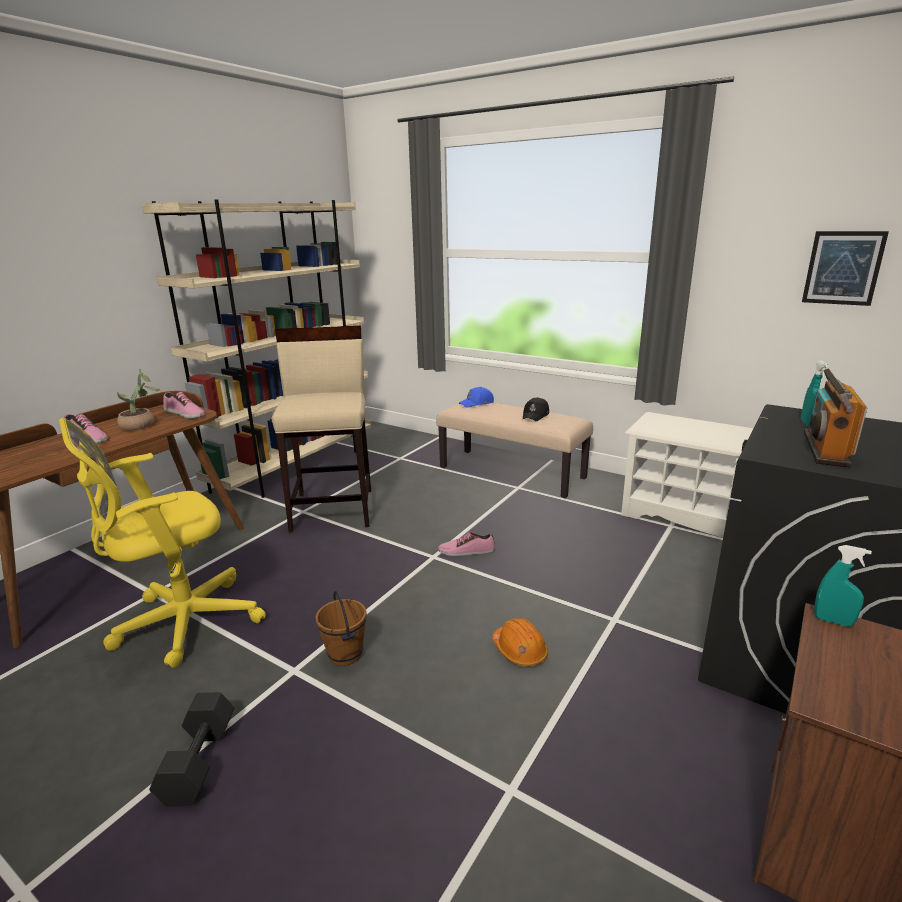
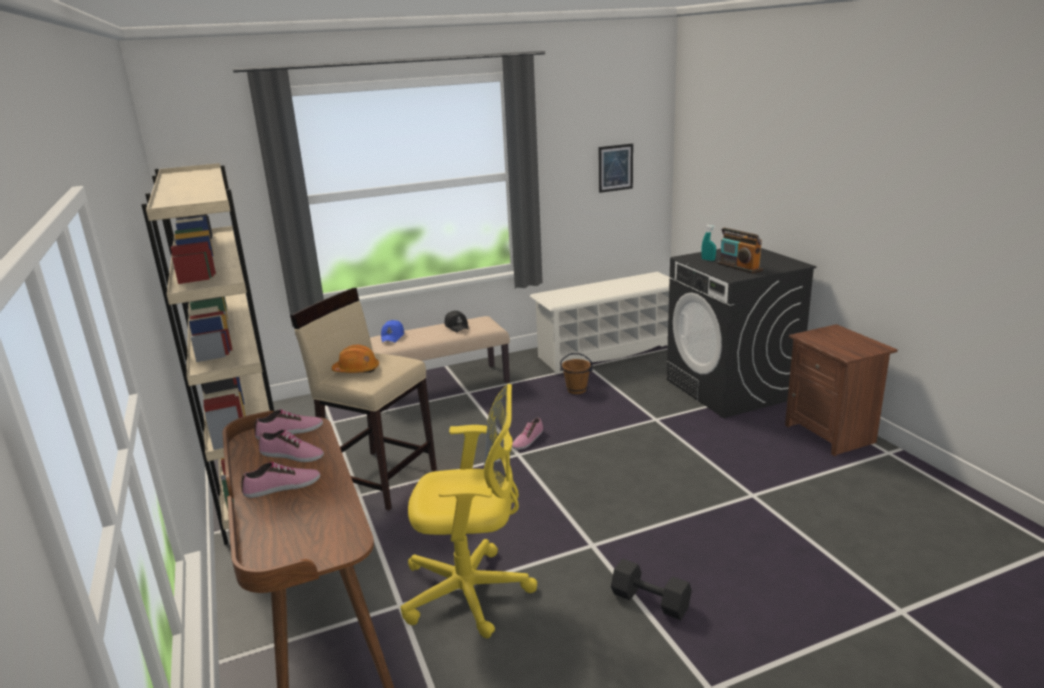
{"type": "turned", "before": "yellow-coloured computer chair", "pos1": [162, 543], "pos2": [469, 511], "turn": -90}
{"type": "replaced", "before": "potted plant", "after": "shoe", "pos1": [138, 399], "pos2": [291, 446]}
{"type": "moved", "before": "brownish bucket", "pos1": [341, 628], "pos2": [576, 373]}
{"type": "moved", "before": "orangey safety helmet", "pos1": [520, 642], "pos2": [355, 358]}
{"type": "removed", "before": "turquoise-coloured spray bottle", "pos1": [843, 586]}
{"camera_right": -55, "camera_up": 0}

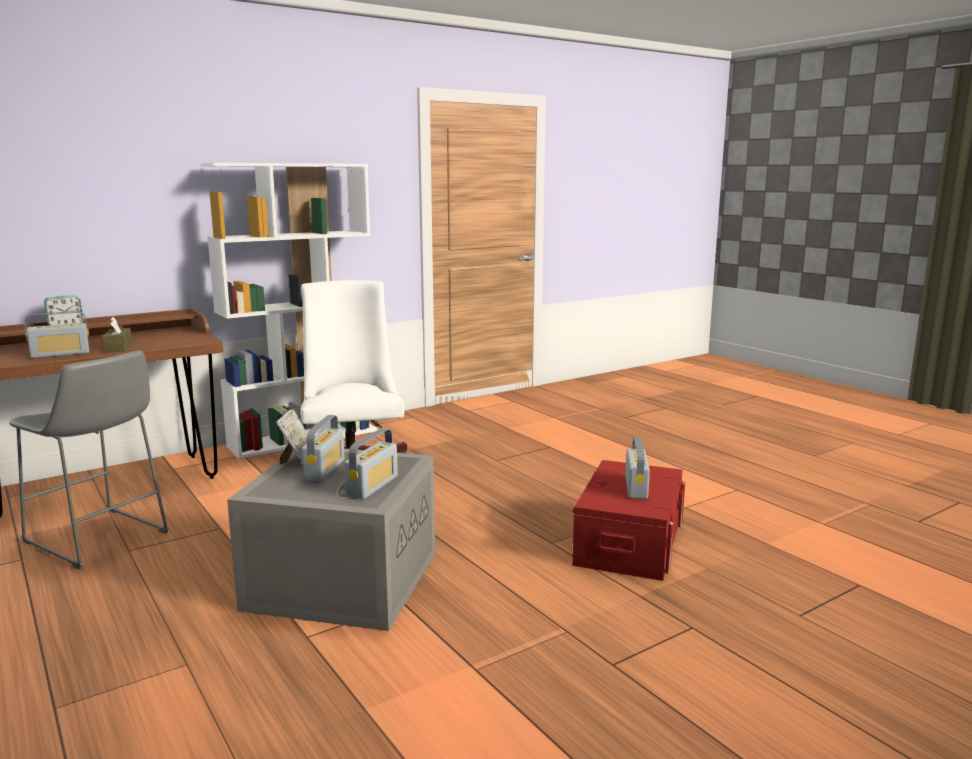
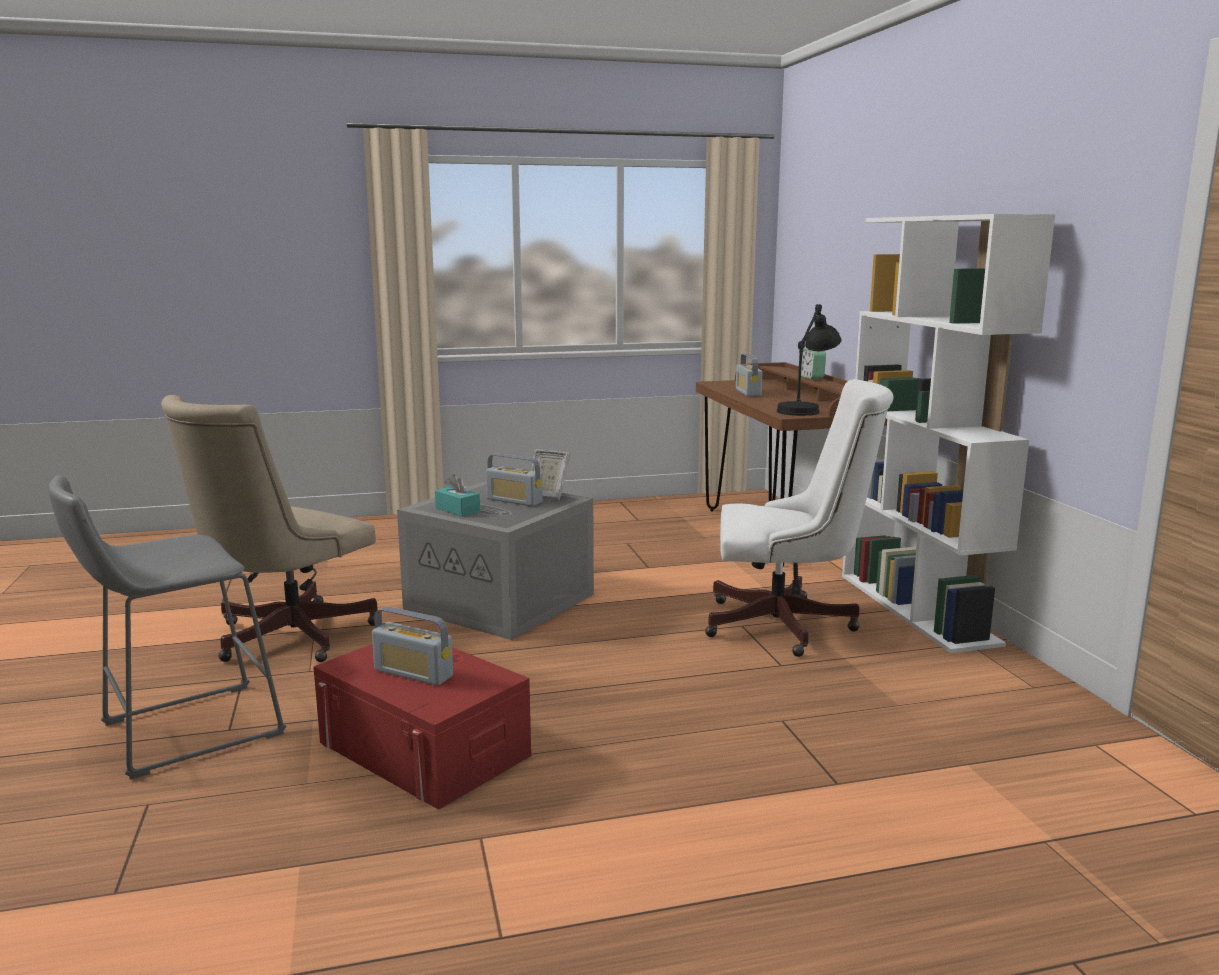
{"type": "moved", "before": "greyish stool", "pos1": [89, 460], "pos2": [167, 627]}
{"type": "removed", "before": "brownish box of tissues", "pos1": [117, 334]}
{"type": "replaced", "before": "radio receiver", "after": "turquoise-coloured box of tissues", "pos1": [371, 463], "pos2": [457, 495]}
{"type": "added", "after": "sand-coloured computer chair", "pos2": [269, 528]}
{"type": "added", "after": "black tabletop lamp", "pos2": [809, 360]}
{"camera_right": 110, "camera_up": 0}

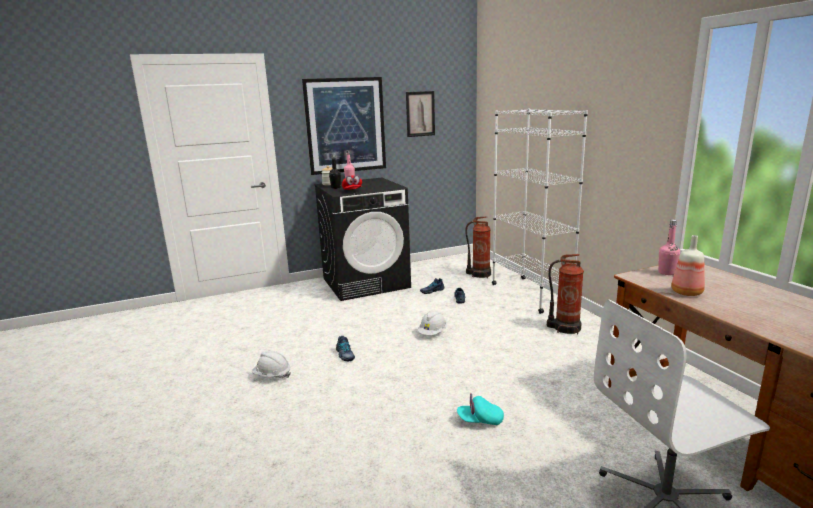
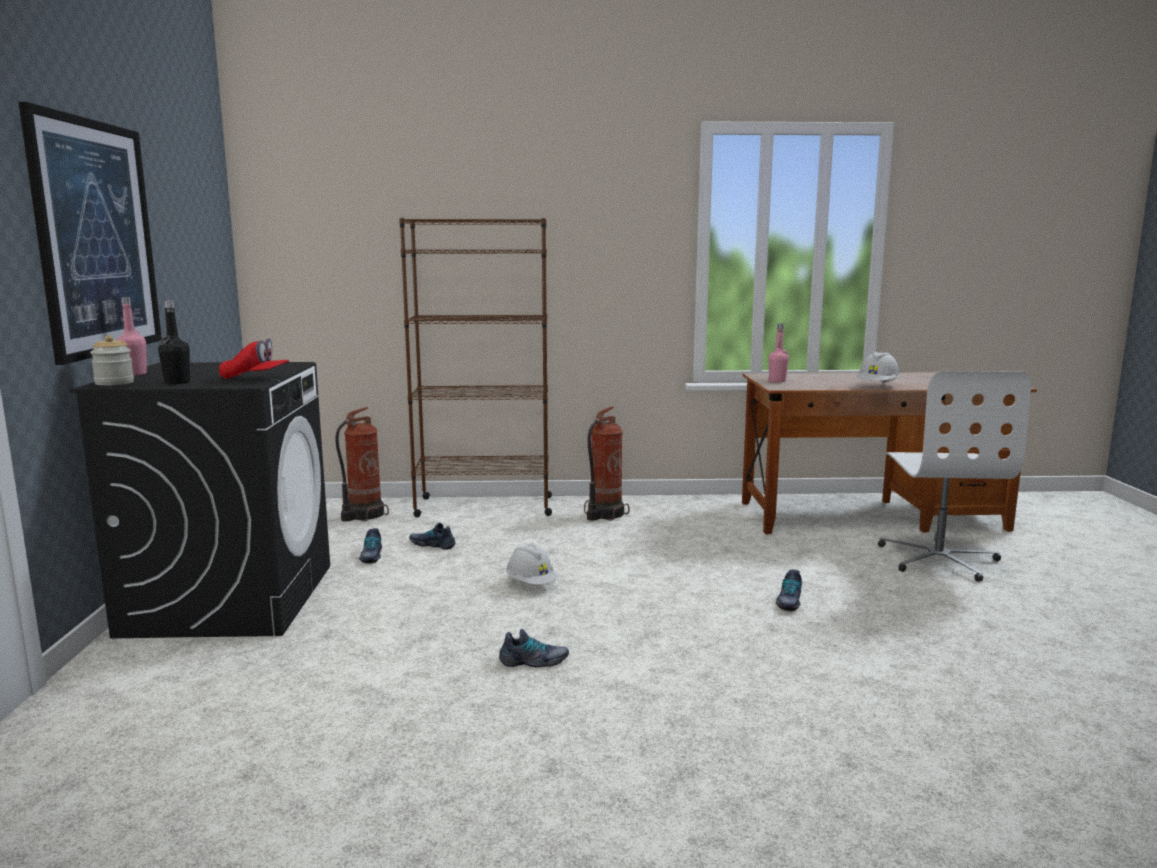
{"type": "moved", "before": "white safety helmet", "pos1": [271, 364], "pos2": [878, 368]}
{"type": "removed", "before": "wall picture", "pos1": [420, 114]}
{"type": "replaced", "before": "turquoise-coloured cap", "after": "shoe", "pos1": [480, 409], "pos2": [789, 590]}
{"type": "recoloured", "before": "white bookshelf", "after": "brownish bookshelf", "pos1": [540, 211], "pos2": [475, 367]}
{"type": "removed", "before": "beverage bottle", "pos1": [688, 265]}
{"camera_right": -70, "camera_up": -5}

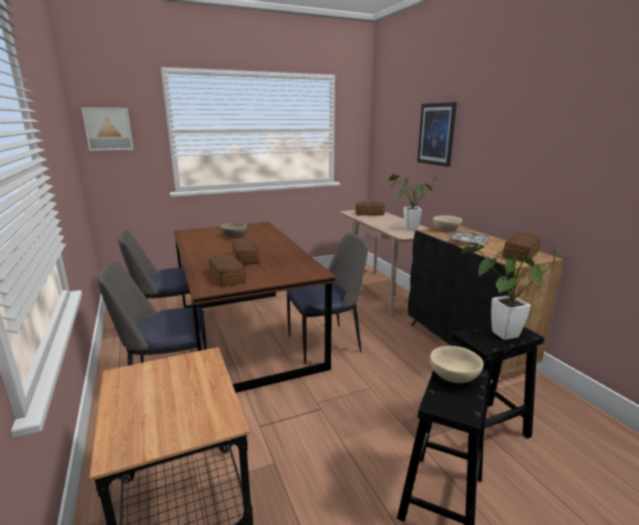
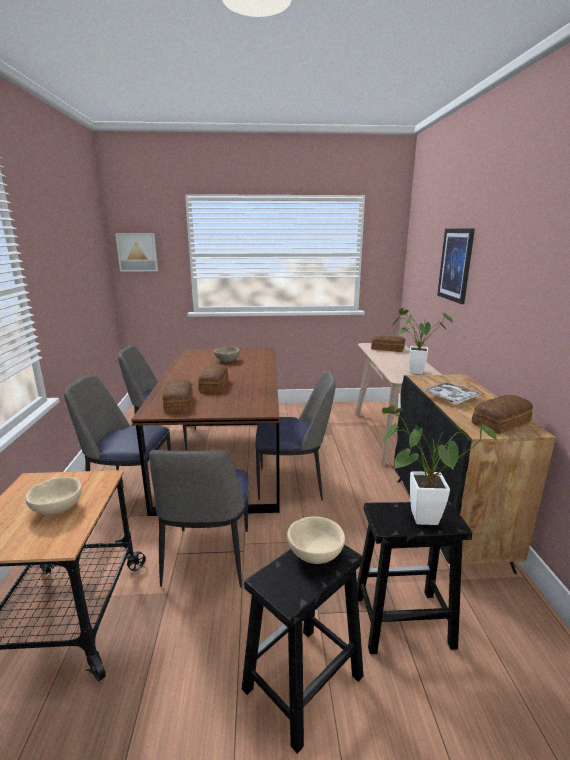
{"type": "moved", "before": "sand-coloured deep dish", "pos1": [447, 223], "pos2": [53, 496]}
{"type": "added", "after": "plain chair", "pos2": [199, 518]}
{"camera_right": 20, "camera_up": 0}

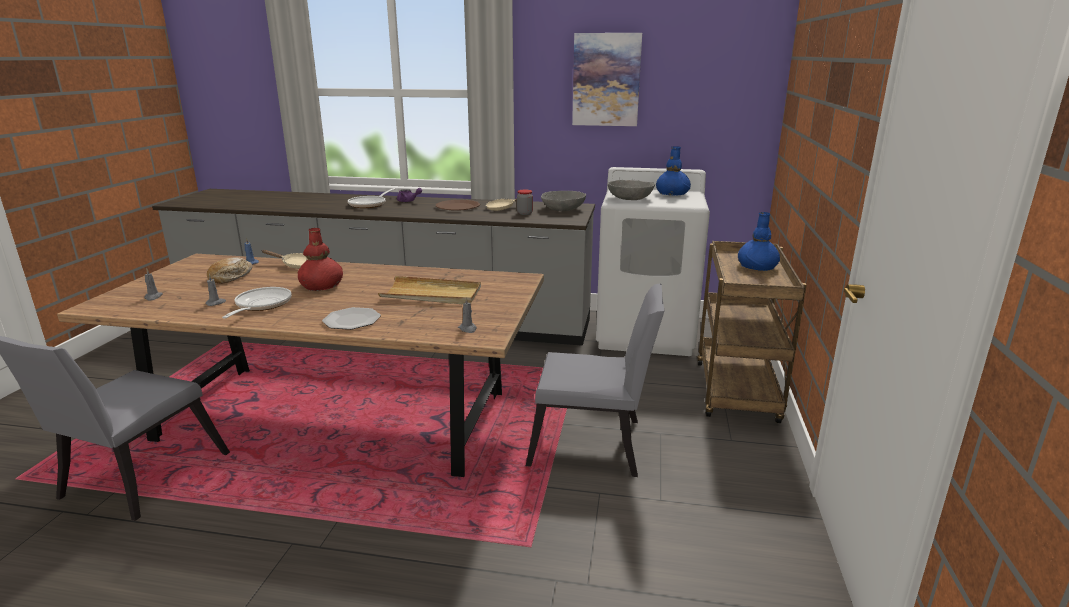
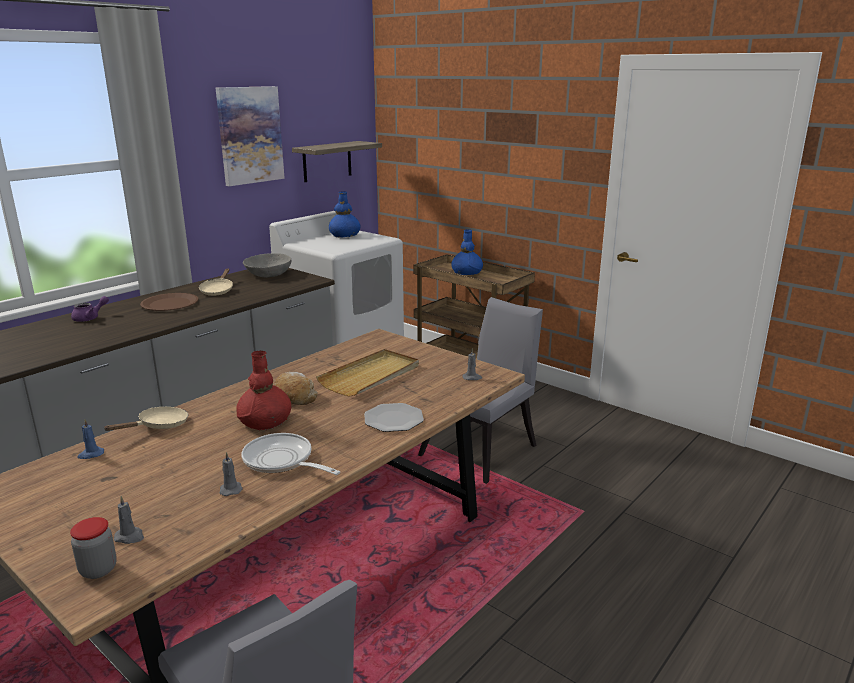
{"type": "moved", "before": "baked bread", "pos1": [229, 270], "pos2": [296, 388]}
{"type": "removed", "before": "skillet", "pos1": [372, 198]}
{"type": "moved", "before": "preserve jar", "pos1": [525, 202], "pos2": [93, 548]}
{"type": "removed", "before": "greyish deep dish", "pos1": [631, 190]}
{"type": "added", "after": "shelf", "pos2": [337, 161]}
{"camera_right": -60, "camera_up": 0}

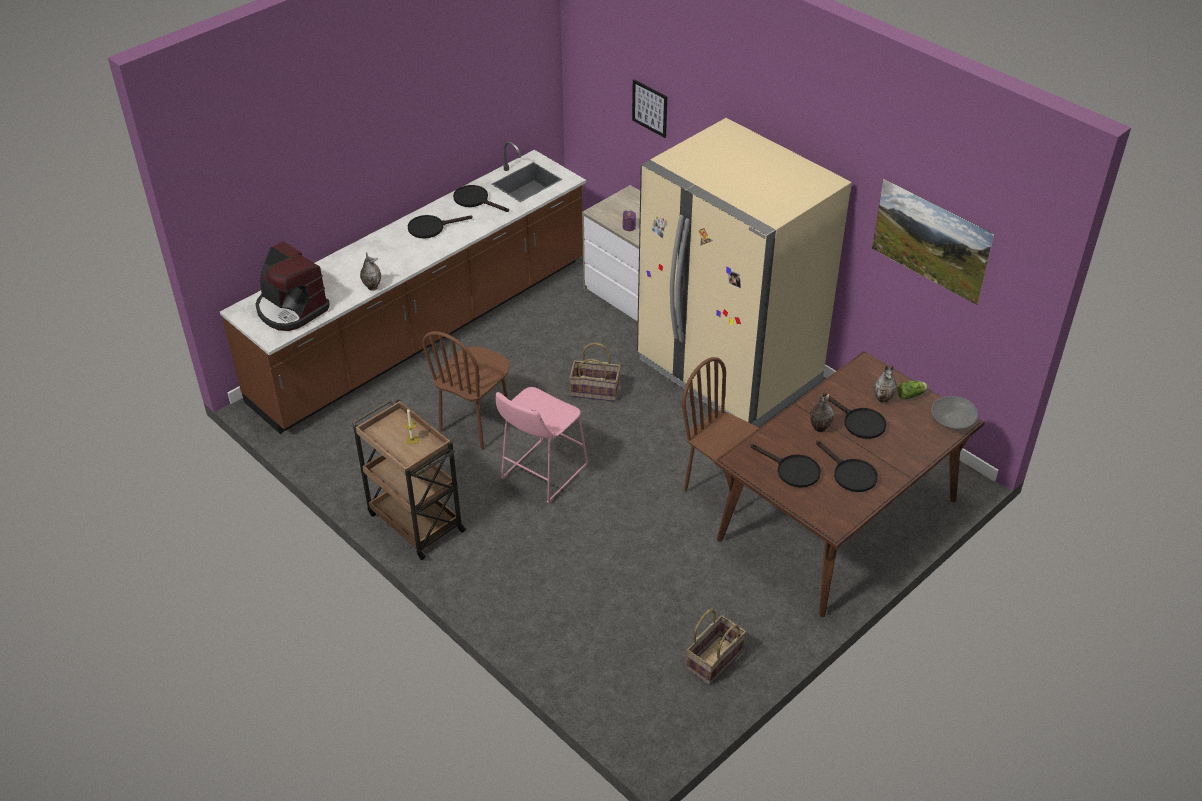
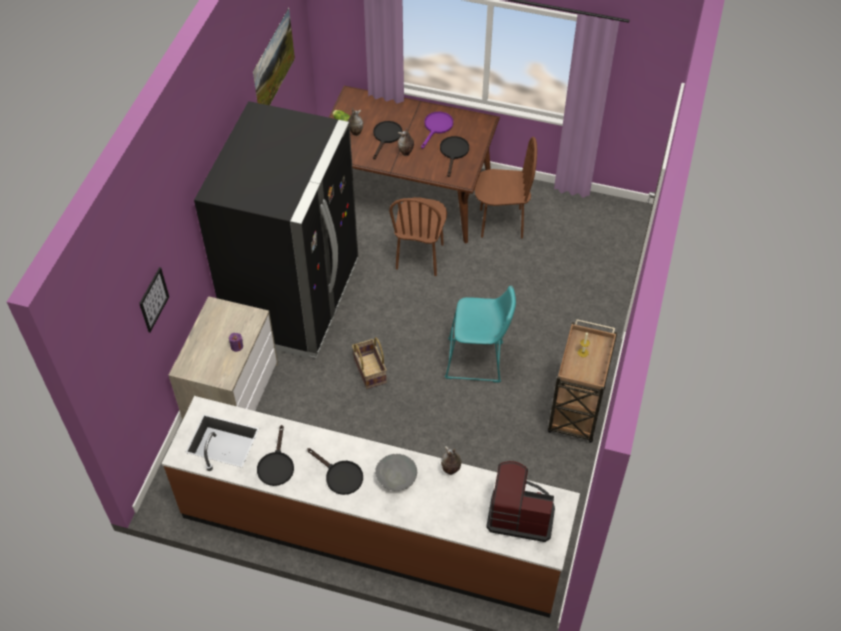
{"type": "turned", "before": "coffee brewer", "pos1": [292, 286], "pos2": [520, 501], "turn": -90}
{"type": "moved", "before": "brownish plain chair", "pos1": [465, 390], "pos2": [506, 188]}
{"type": "recoloured", "before": "pinkish stool", "after": "turquoise-coloured stool", "pos1": [542, 445], "pos2": [480, 334]}
{"type": "recoloured", "before": "sand-coloured fridge", "after": "black fridge", "pos1": [744, 272], "pos2": [276, 229]}
{"type": "removed", "before": "storage basket", "pos1": [716, 647]}
{"type": "recoloured", "before": "black skillet", "after": "purple-coloured skillet", "pos1": [847, 466], "pos2": [437, 130]}
{"type": "moved", "before": "greyish deep dish", "pos1": [954, 412], "pos2": [396, 472]}
{"camera_right": -120, "camera_up": 10}

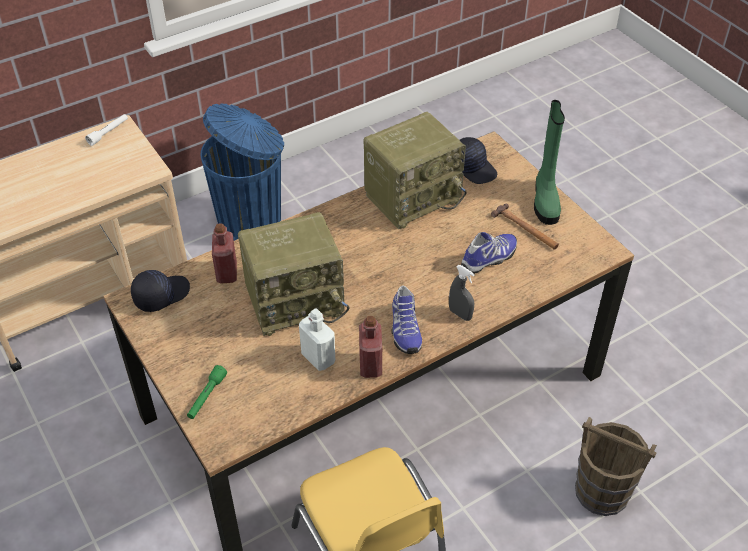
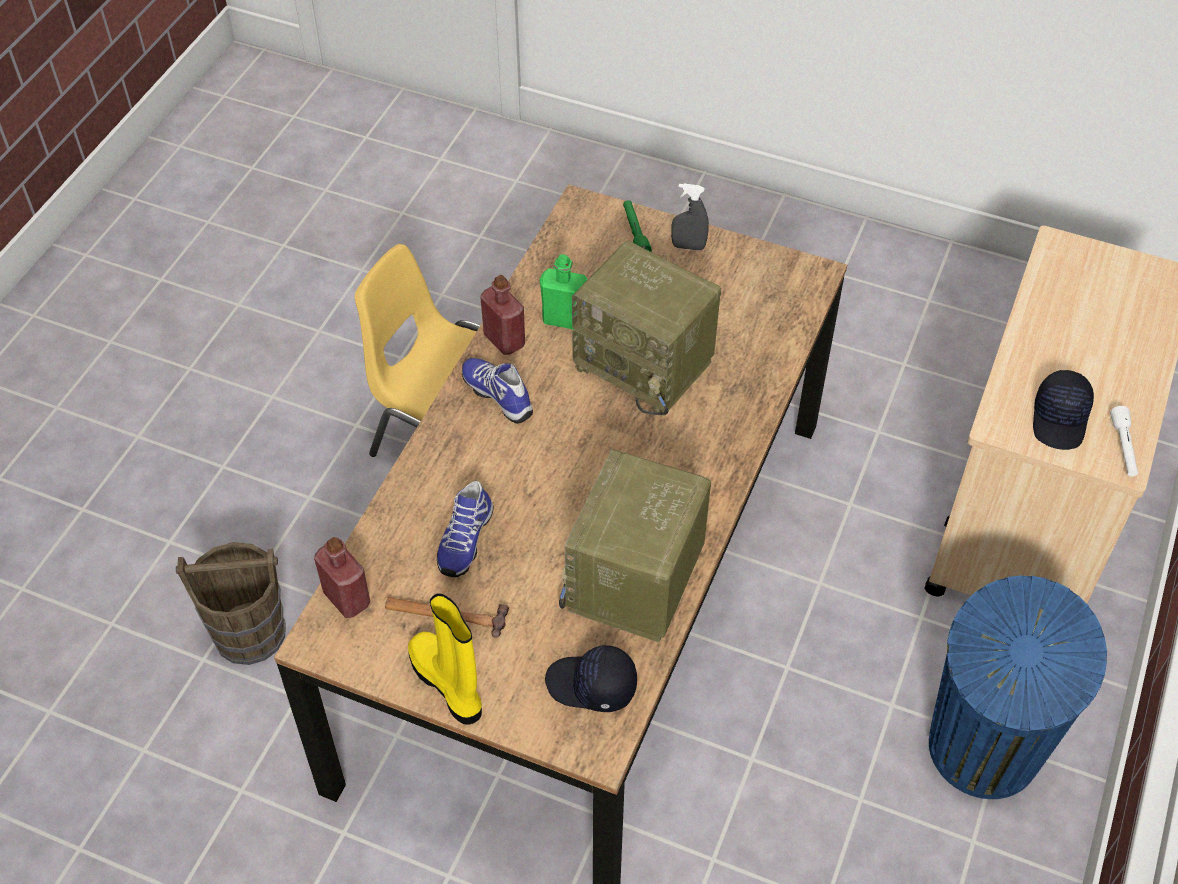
{"type": "moved", "before": "black cap", "pos1": [160, 291], "pos2": [1063, 410]}
{"type": "moved", "before": "red beverage bottle", "pos1": [224, 253], "pos2": [342, 577]}
{"type": "turned", "before": "radio receiver", "pos1": [293, 274], "pos2": [646, 328], "turn": -90}
{"type": "recoloured", "before": "white beverage bottle", "after": "green-coloured beverage bottle", "pos1": [317, 339], "pos2": [563, 292]}
{"type": "moved", "before": "greyish spray bottle", "pos1": [462, 293], "pos2": [690, 217]}
{"type": "recoloured", "before": "green-coloured high-top boot", "after": "yellow-coloured high-top boot", "pos1": [549, 162], "pos2": [445, 659]}
{"camera_right": 145, "camera_up": 5}

